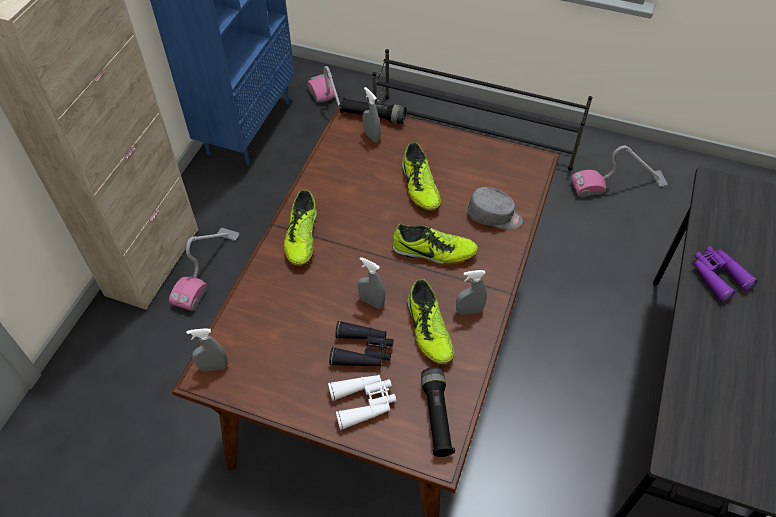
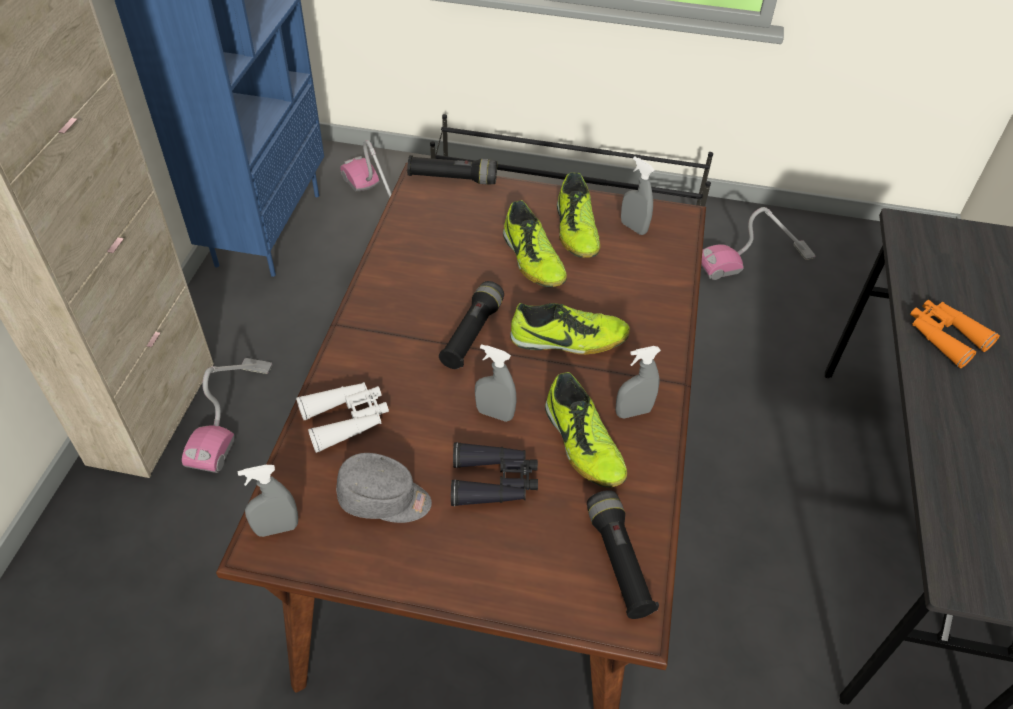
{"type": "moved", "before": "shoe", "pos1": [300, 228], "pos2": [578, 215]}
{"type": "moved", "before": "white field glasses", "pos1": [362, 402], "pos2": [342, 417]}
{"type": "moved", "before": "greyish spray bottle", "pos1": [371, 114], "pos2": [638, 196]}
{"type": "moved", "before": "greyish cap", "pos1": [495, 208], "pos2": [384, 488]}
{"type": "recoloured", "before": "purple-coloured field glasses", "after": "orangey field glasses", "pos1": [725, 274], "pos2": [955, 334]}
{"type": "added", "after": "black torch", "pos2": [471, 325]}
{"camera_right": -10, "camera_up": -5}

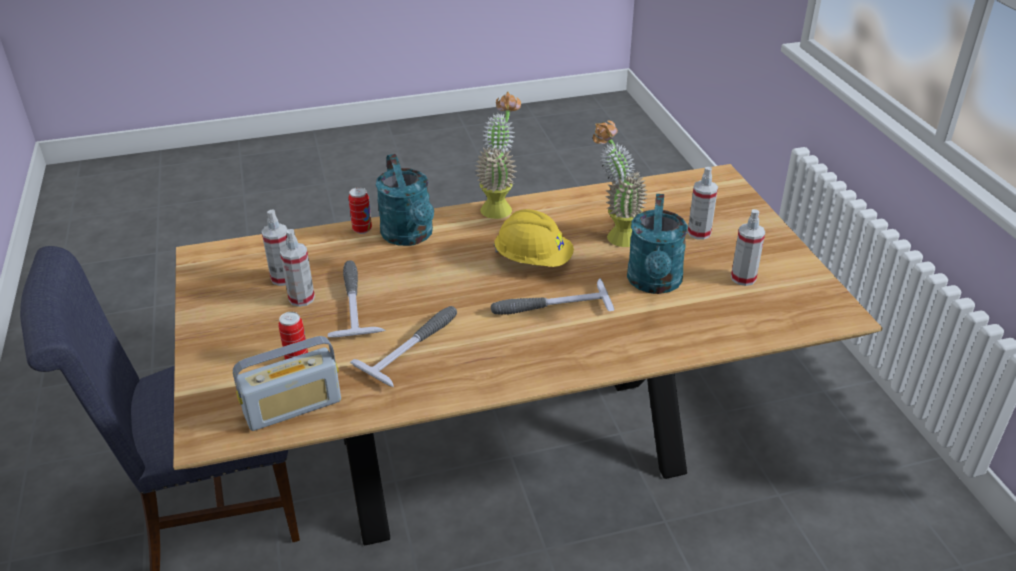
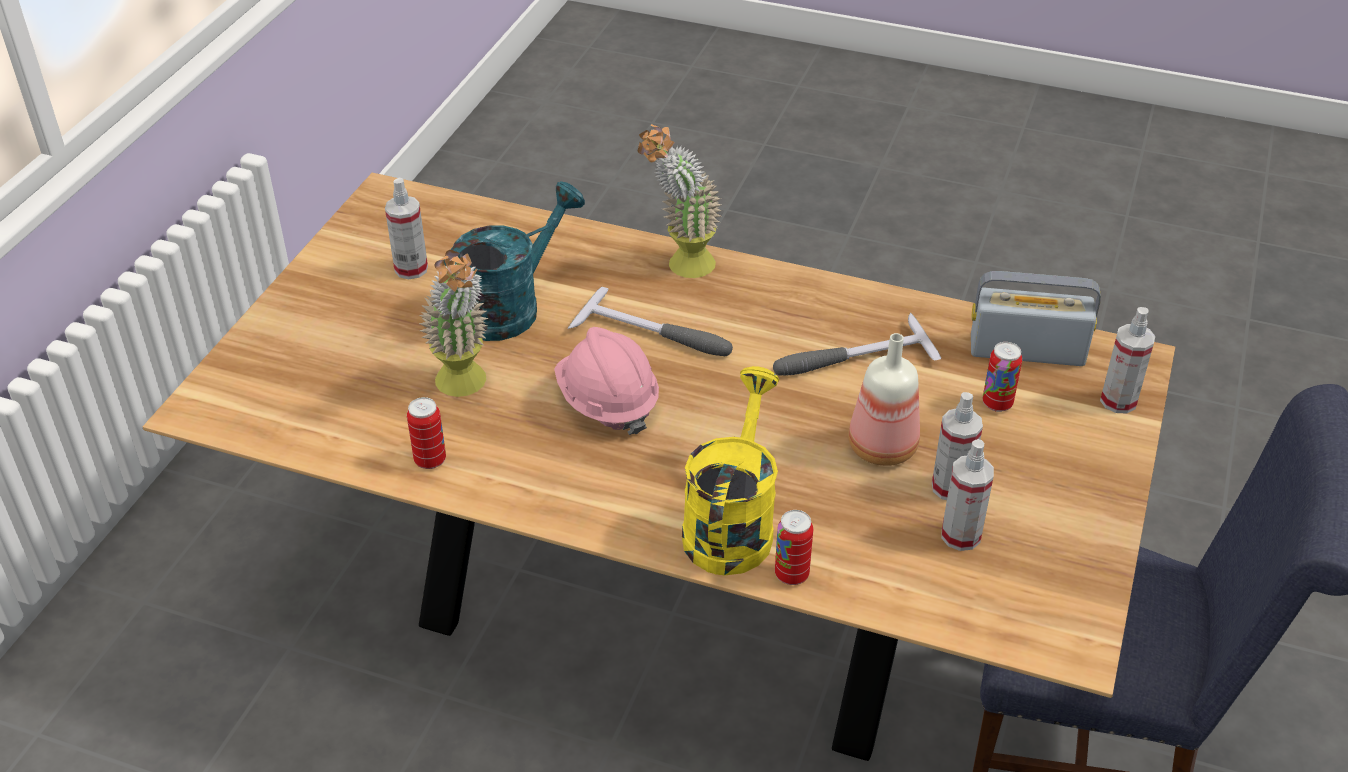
{"type": "replaced", "before": "hammer", "after": "beverage bottle", "pos1": [357, 299], "pos2": [884, 399]}
{"type": "recoloured", "before": "turquoise-coloured sprinkling can", "after": "yellow-coloured sprinkling can", "pos1": [405, 200], "pos2": [730, 470]}
{"type": "moved", "before": "potted plant", "pos1": [498, 155], "pos2": [680, 201]}
{"type": "recoloured", "before": "yellow-coloured safety helmet", "after": "pinkish safety helmet", "pos1": [534, 238], "pos2": [606, 381]}
{"type": "moved", "before": "spray bottle", "pos1": [703, 203], "pos2": [1127, 360]}
{"type": "added", "after": "metal can", "pos2": [426, 433]}
{"camera_right": -145, "camera_up": 5}

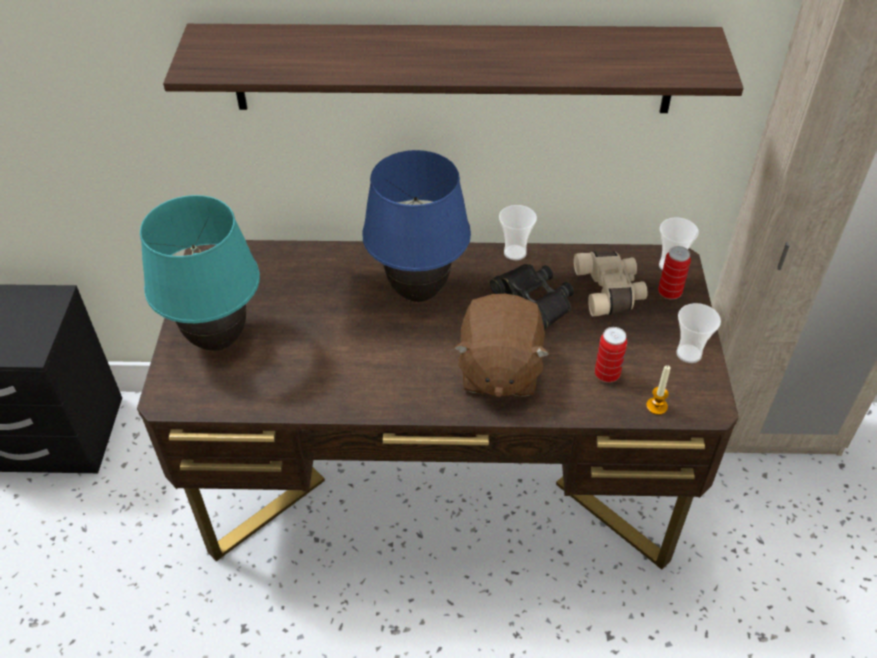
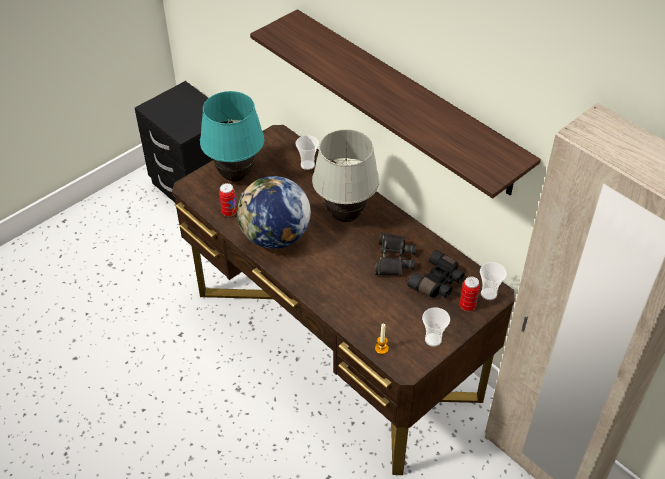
{"type": "recoloured", "before": "blue tabletop lamp", "after": "white tabletop lamp", "pos1": [417, 226], "pos2": [346, 175]}
{"type": "removed", "before": "brownish plush toy", "pos1": [502, 346]}
{"type": "moved", "before": "small cup", "pos1": [518, 232], "pos2": [307, 152]}
{"type": "recoloured", "before": "sand-coloured field glasses", "after": "black field glasses", "pos1": [610, 283], "pos2": [436, 274]}
{"type": "moved", "before": "metal can", "pos1": [611, 355], "pos2": [228, 200]}
{"type": "added", "after": "globe", "pos2": [274, 212]}
{"camera_right": 45, "camera_up": 0}

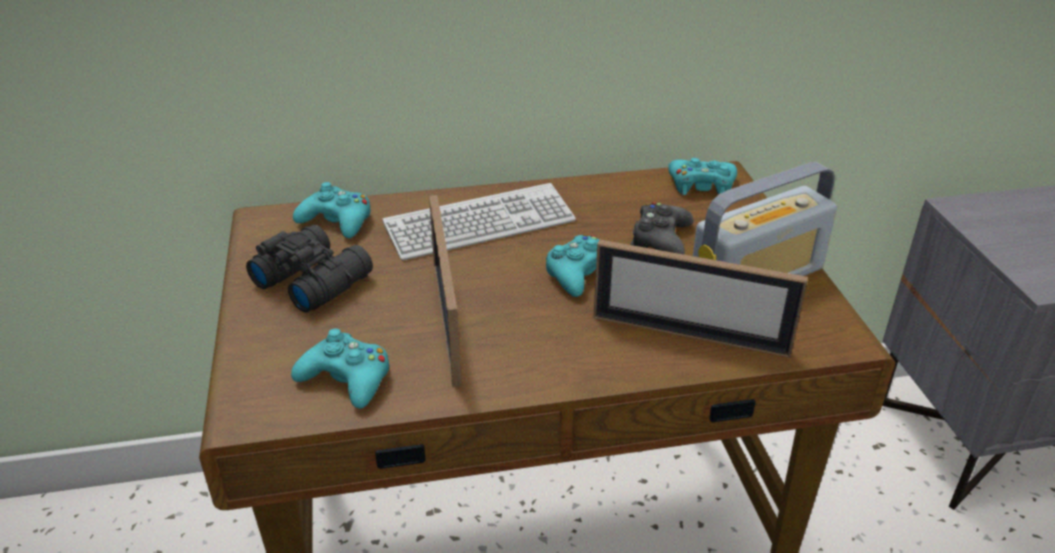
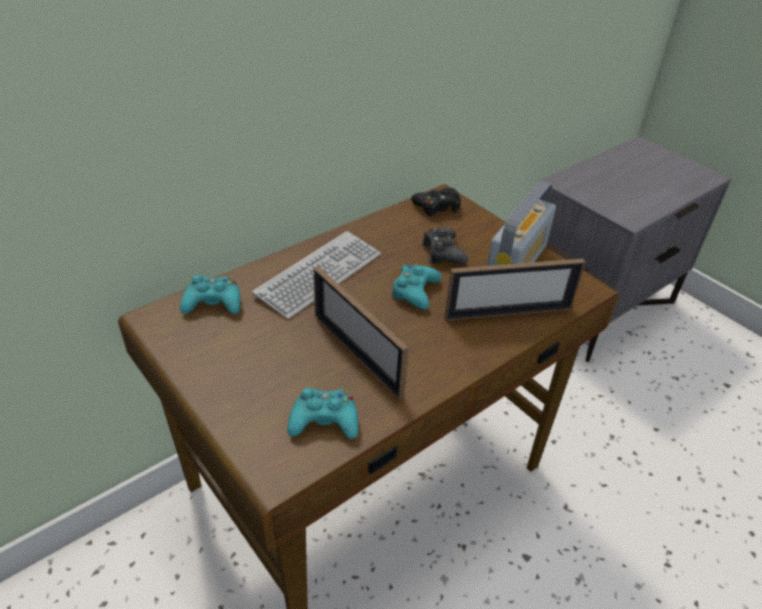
{"type": "removed", "before": "black field glasses", "pos1": [309, 269]}
{"type": "recoloured", "before": "turquoise-coloured gamepad", "after": "black gamepad", "pos1": [702, 176], "pos2": [436, 202]}
{"camera_right": -30, "camera_up": 5}

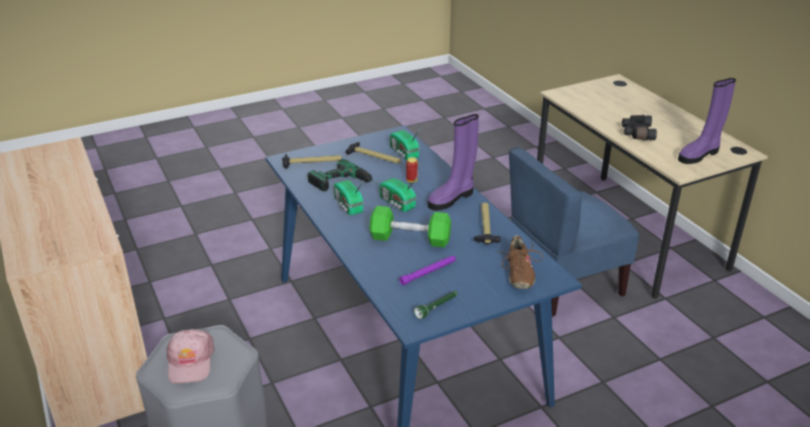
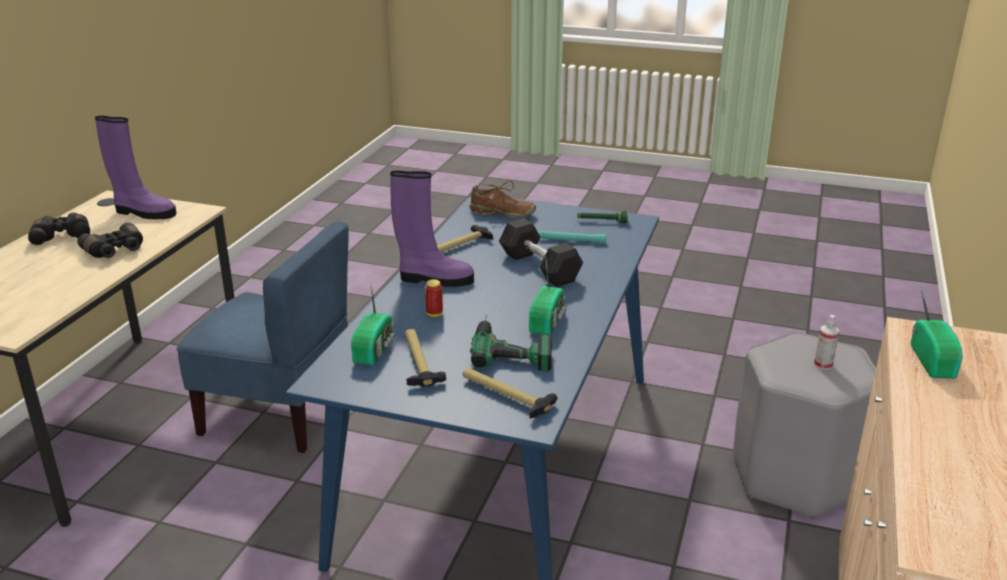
{"type": "replaced", "before": "pinkish cap", "after": "spray bottle", "pos1": [190, 356], "pos2": [826, 342]}
{"type": "recoloured", "before": "green-coloured hand weight", "after": "black hand weight", "pos1": [410, 226], "pos2": [541, 252]}
{"type": "moved", "before": "radio receiver", "pos1": [398, 194], "pos2": [937, 332]}
{"type": "recoloured", "before": "purple-coloured torch", "after": "turquoise-coloured torch", "pos1": [427, 270], "pos2": [571, 237]}
{"type": "turned", "before": "brownish shoe", "pos1": [521, 262], "pos2": [502, 199], "turn": 60}
{"type": "added", "after": "black field glasses", "pos2": [59, 229]}
{"camera_right": -135, "camera_up": -5}

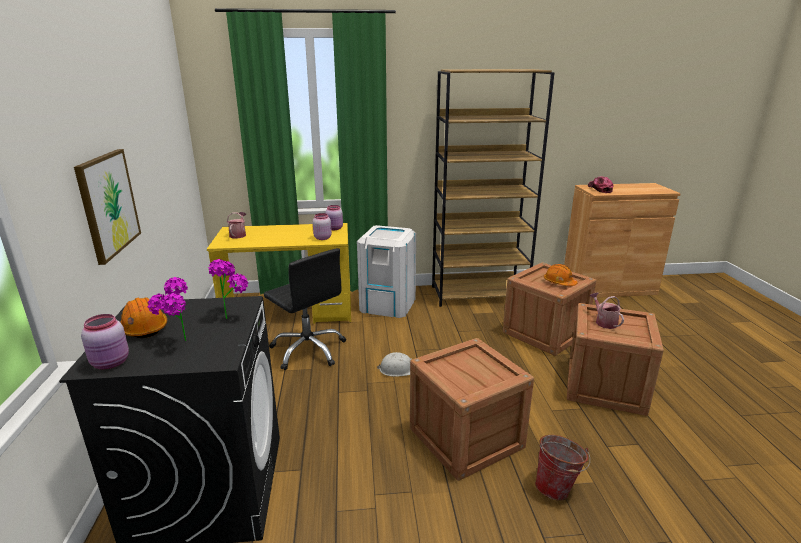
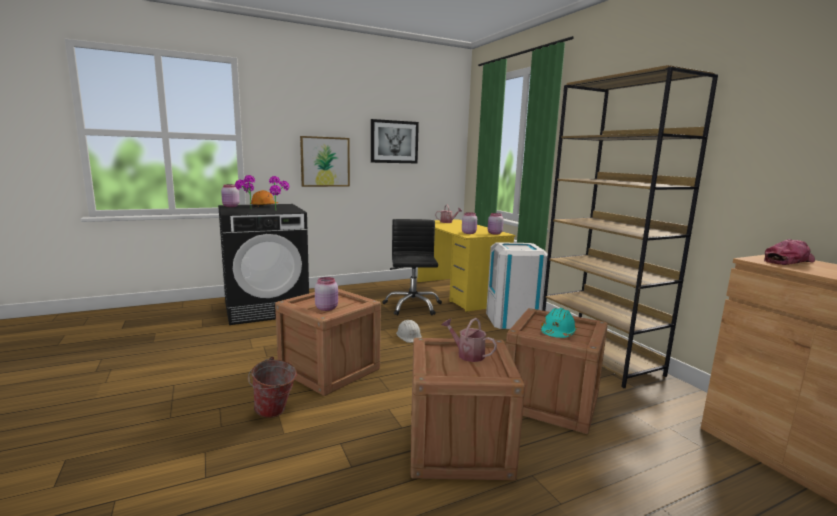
{"type": "turned", "before": "black computer chair", "pos1": [305, 309], "pos2": [412, 267], "turn": 150}
{"type": "recoloured", "before": "orangey safety helmet", "after": "turquoise-coloured safety helmet", "pos1": [560, 275], "pos2": [559, 323]}
{"type": "turned", "before": "sprinkling can", "pos1": [607, 311], "pos2": [469, 340], "turn": -105}
{"type": "added", "after": "pinkish preserve jar", "pos2": [326, 294]}
{"type": "added", "after": "wall picture", "pos2": [395, 141]}
{"camera_right": 70, "camera_up": -10}

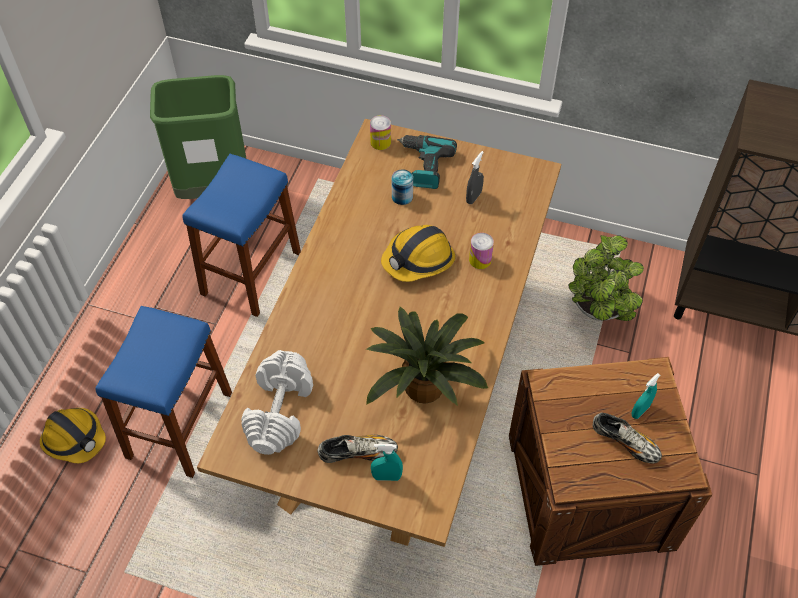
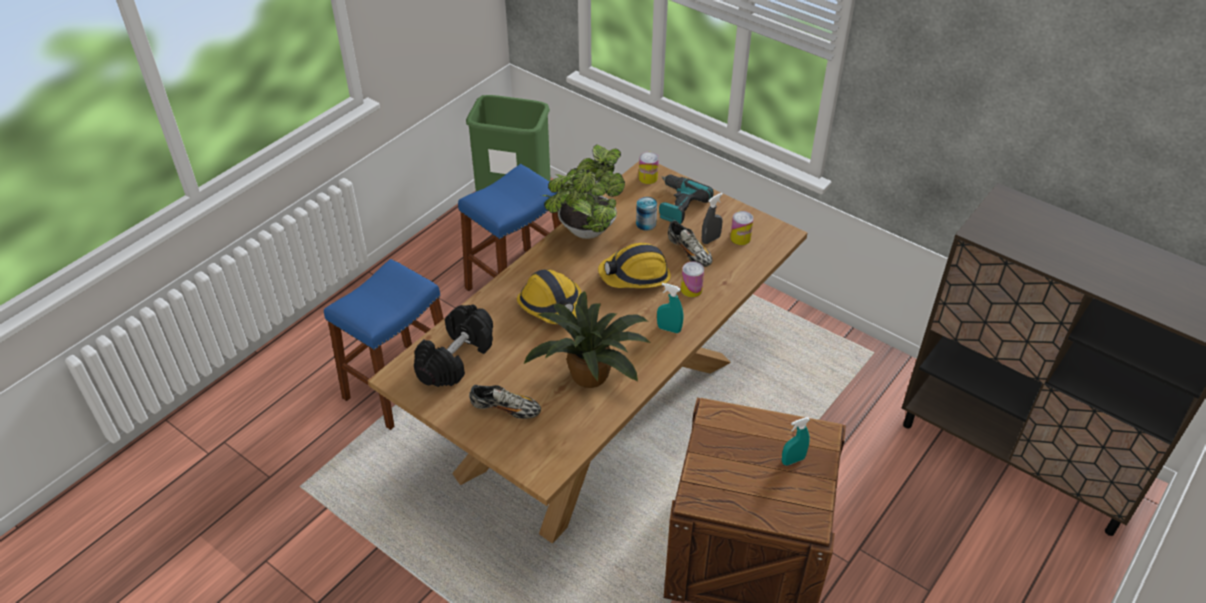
{"type": "moved", "before": "safety helmet", "pos1": [73, 435], "pos2": [549, 296]}
{"type": "recoloured", "before": "white hand weight", "after": "black hand weight", "pos1": [277, 402], "pos2": [453, 346]}
{"type": "moved", "before": "turquoise-coloured spray bottle", "pos1": [387, 462], "pos2": [670, 308]}
{"type": "moved", "before": "potted plant", "pos1": [606, 278], "pos2": [583, 192]}
{"type": "moved", "before": "shoe", "pos1": [627, 438], "pos2": [690, 243]}
{"type": "added", "after": "metal can", "pos2": [742, 228]}
{"camera_right": 20, "camera_up": -10}

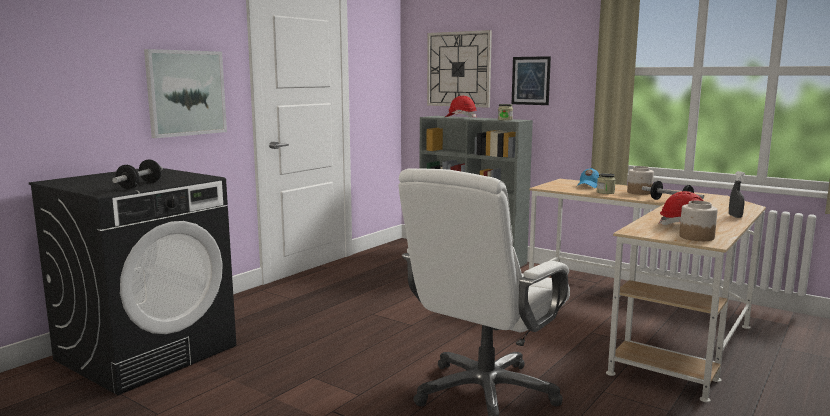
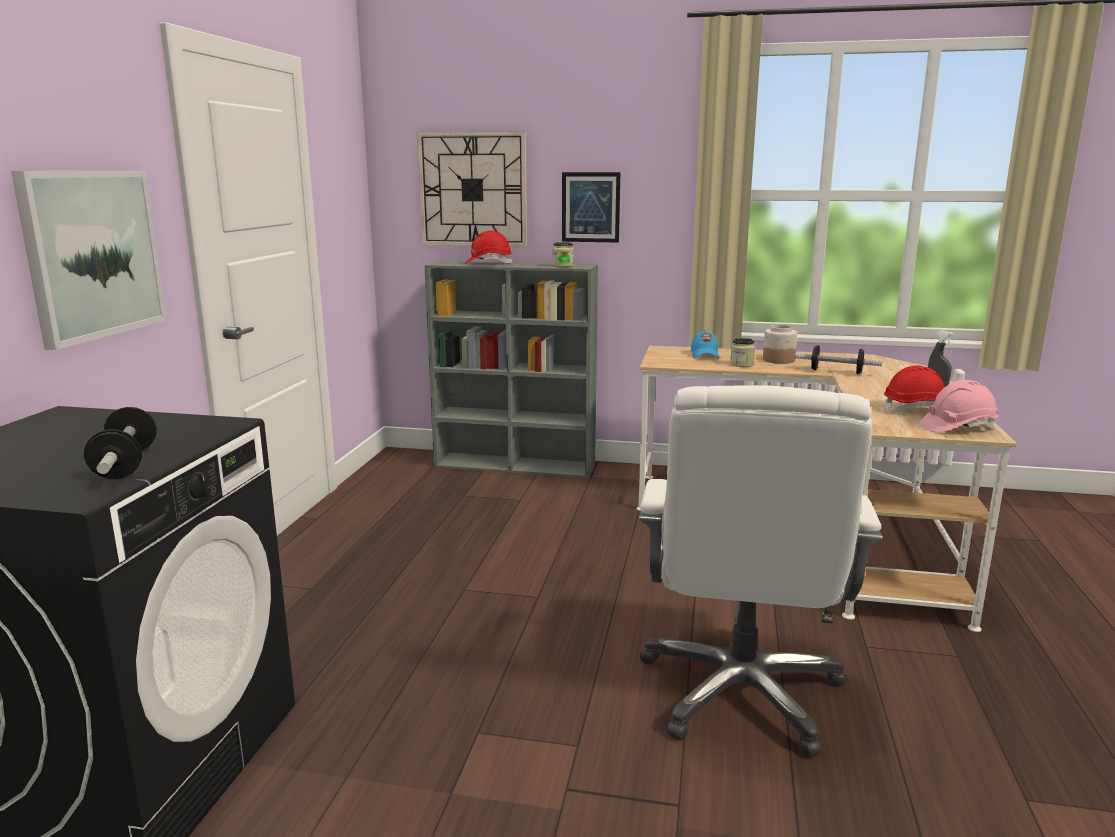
{"type": "replaced", "before": "preserve jar", "after": "pinkish safety helmet", "pos1": [698, 221], "pos2": [959, 406]}
{"camera_right": -25, "camera_up": 5}

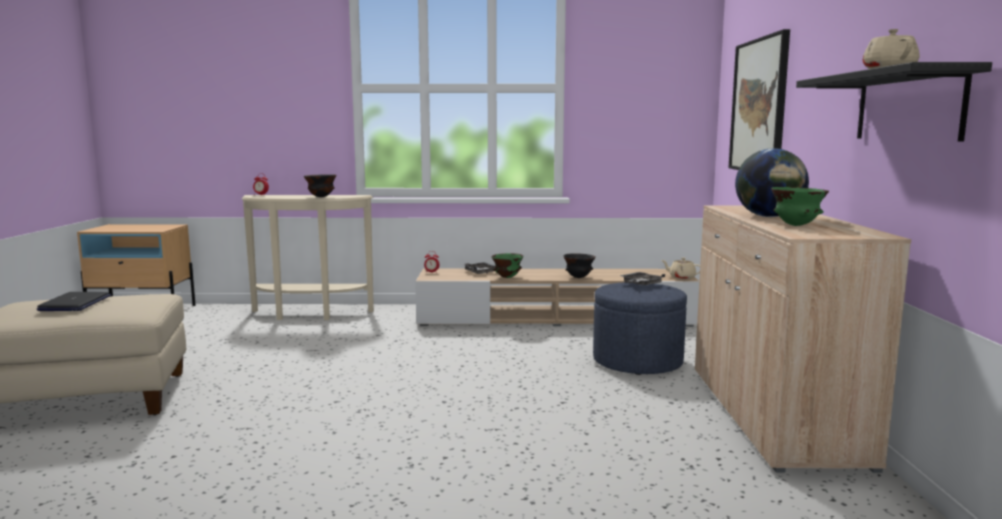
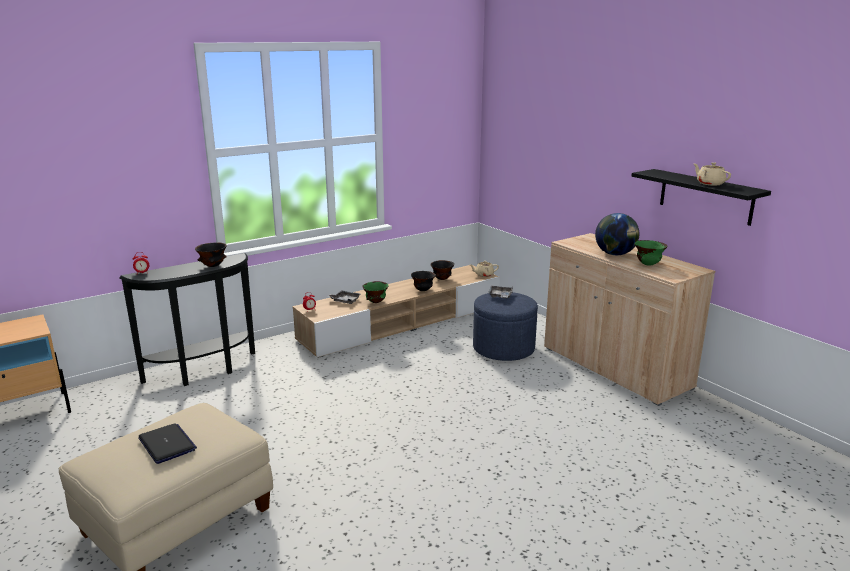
{"type": "recoloured", "before": "sand-coloured console table", "after": "black console table", "pos1": [308, 257], "pos2": [187, 319]}
{"type": "removed", "before": "wall picture", "pos1": [759, 99]}
{"type": "added", "after": "black deep dish", "pos2": [442, 270]}
{"camera_right": -35, "camera_up": 10}

